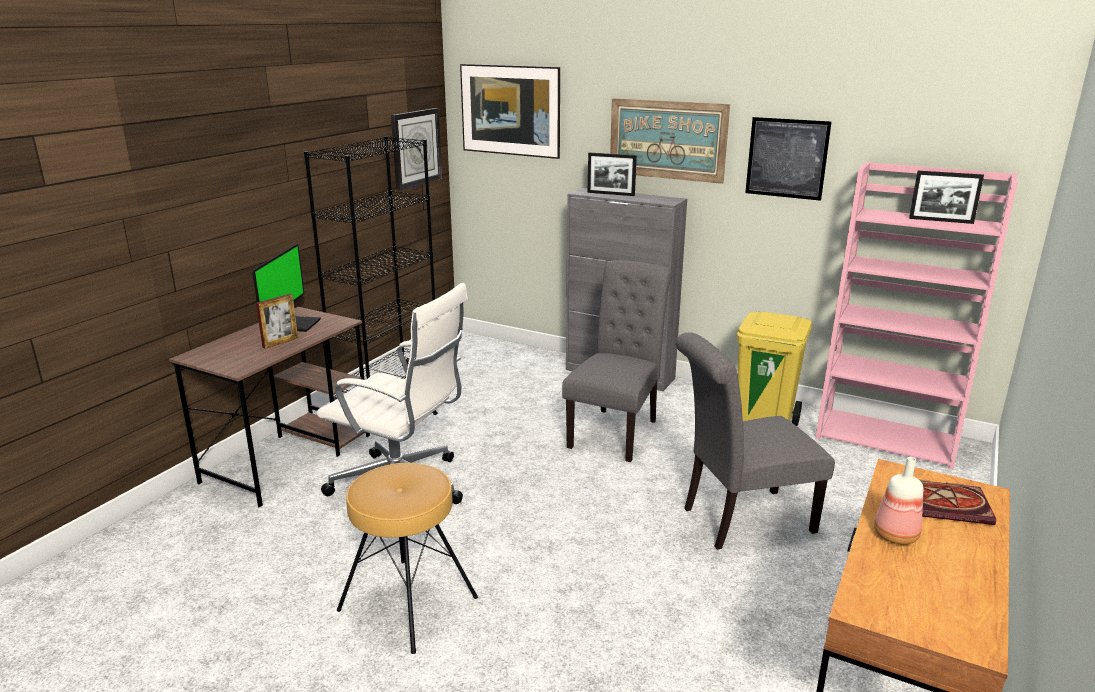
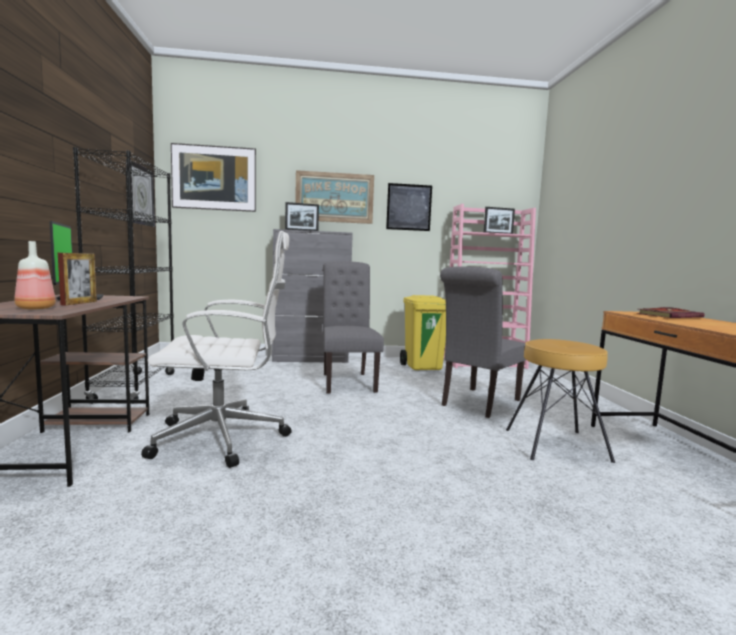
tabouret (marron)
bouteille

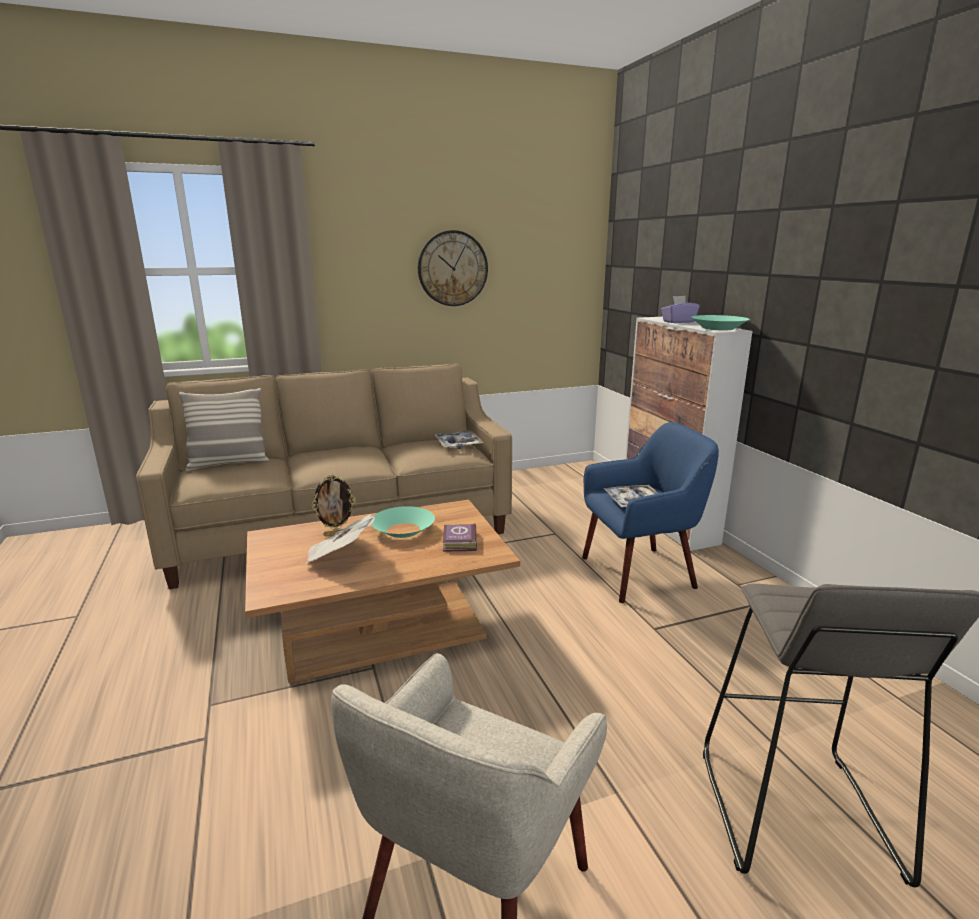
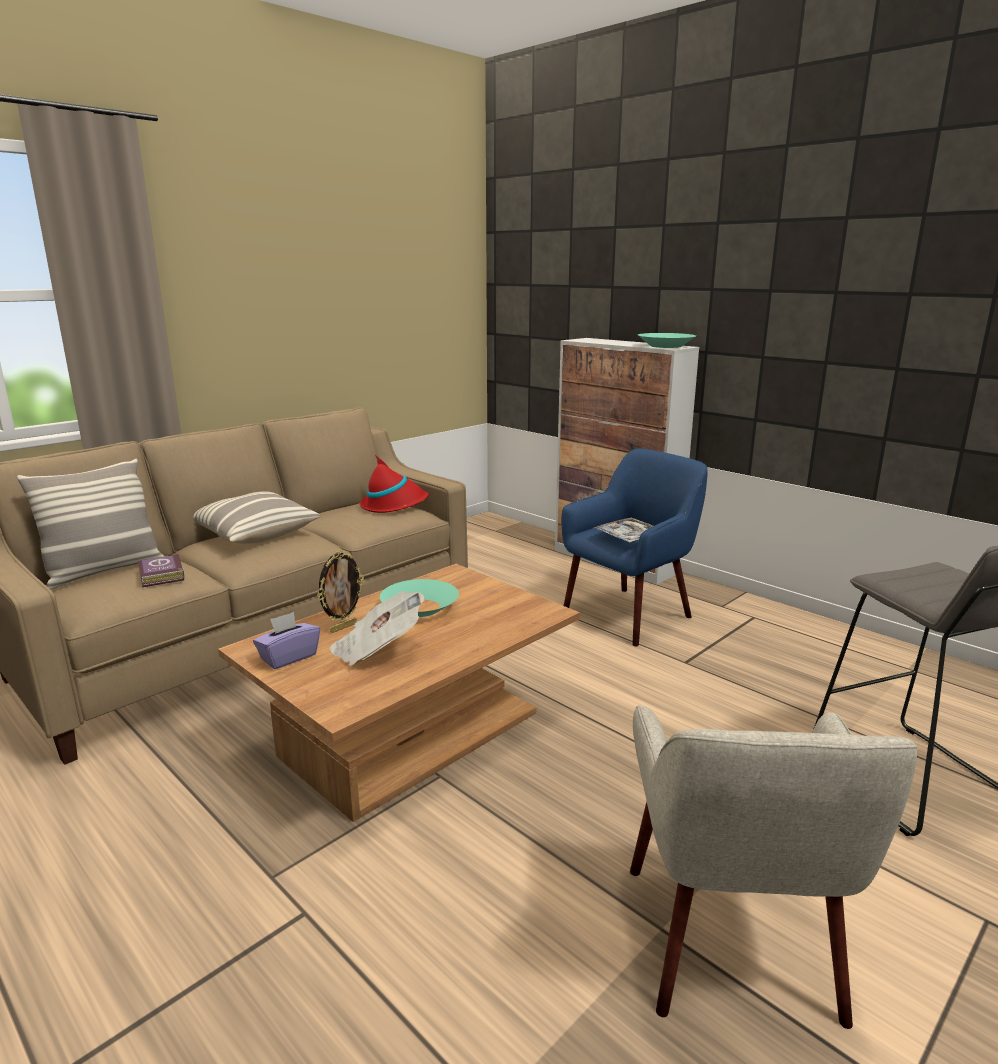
horloge murale
chapeau (rouge)
livre
boîte à mouchoirs (violet)
coussin (2nd from left)

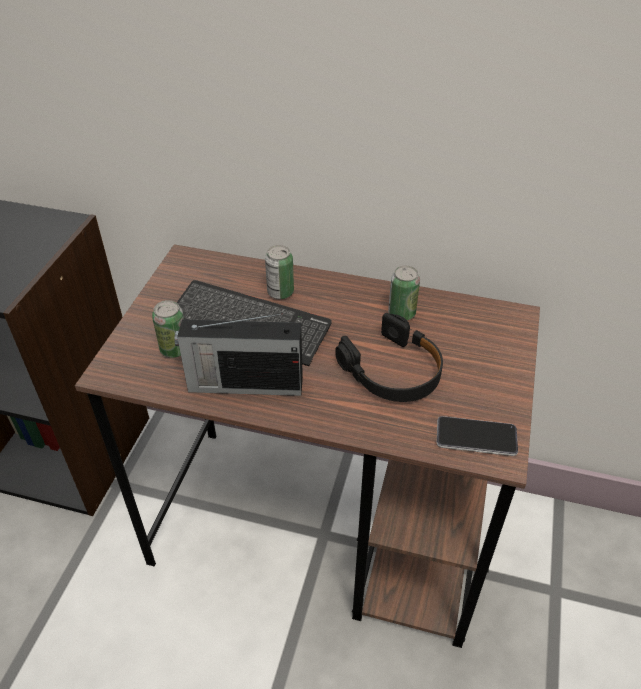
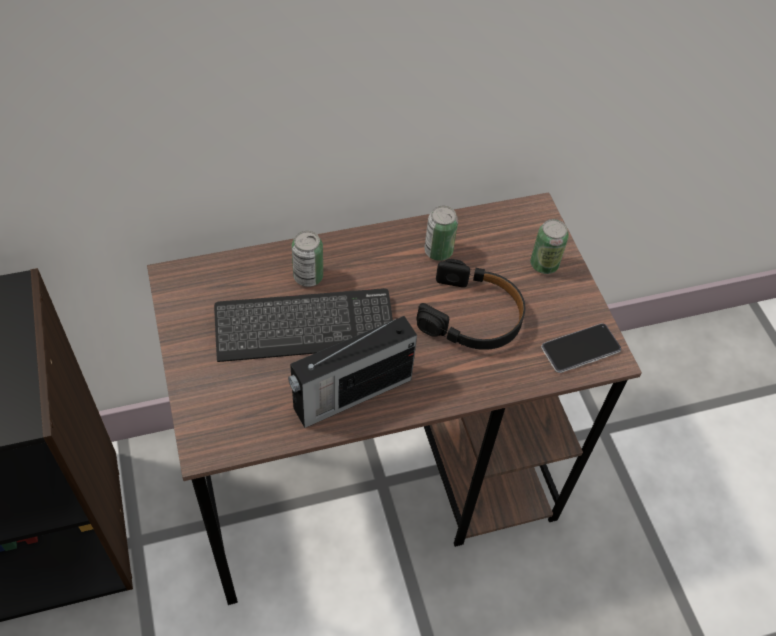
boîte métallique (3rd from left)

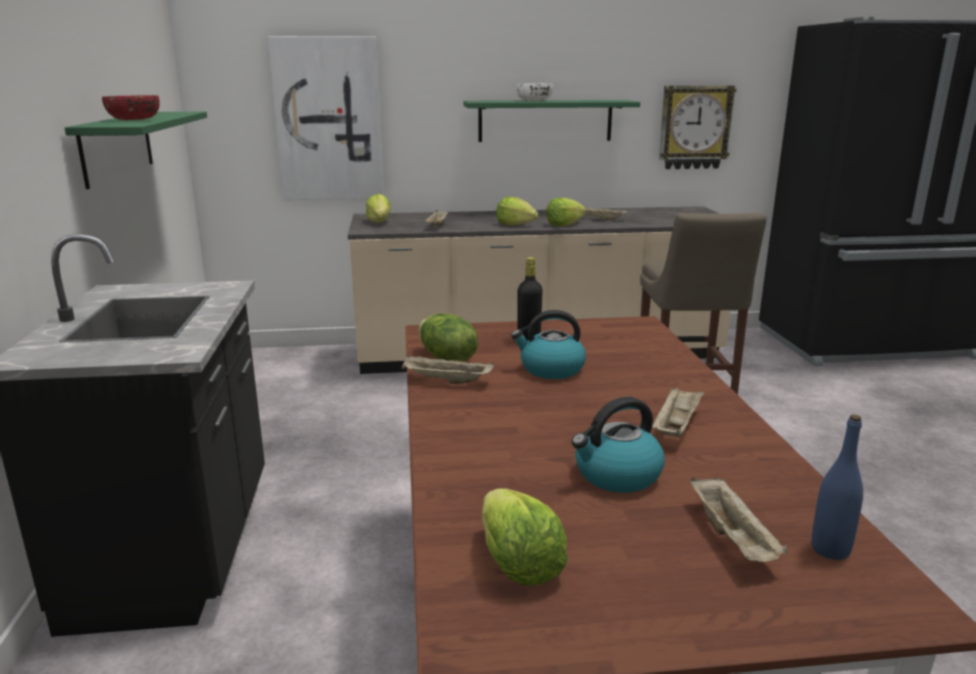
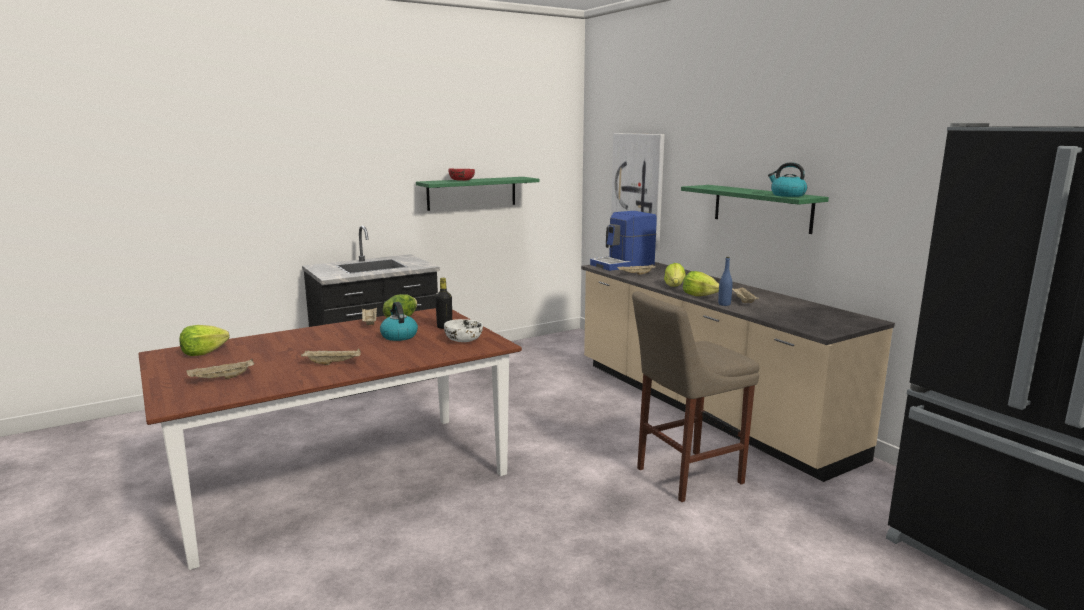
machine à café
bol (blanc)
bouilloire (2nd from left)
horloge murale
bouteille (bleu)

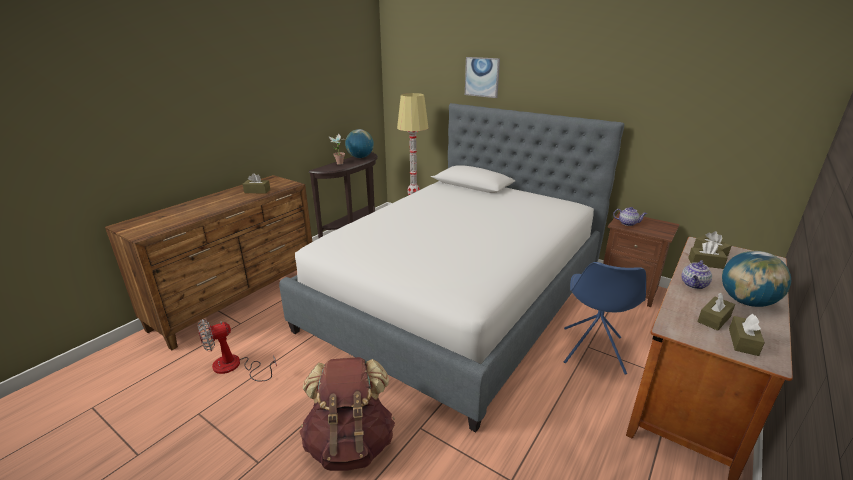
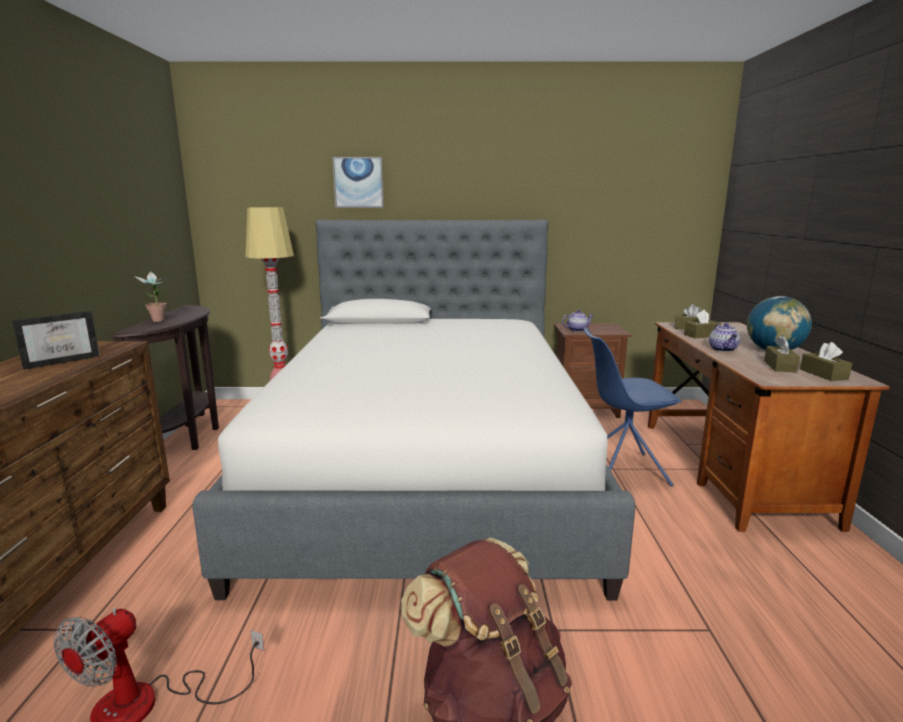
cadre photo
globe (1st from left in the first image)
chaise (bleu)

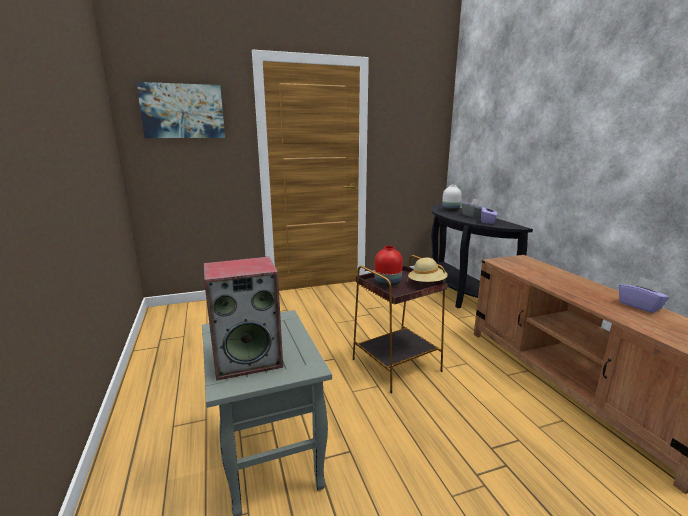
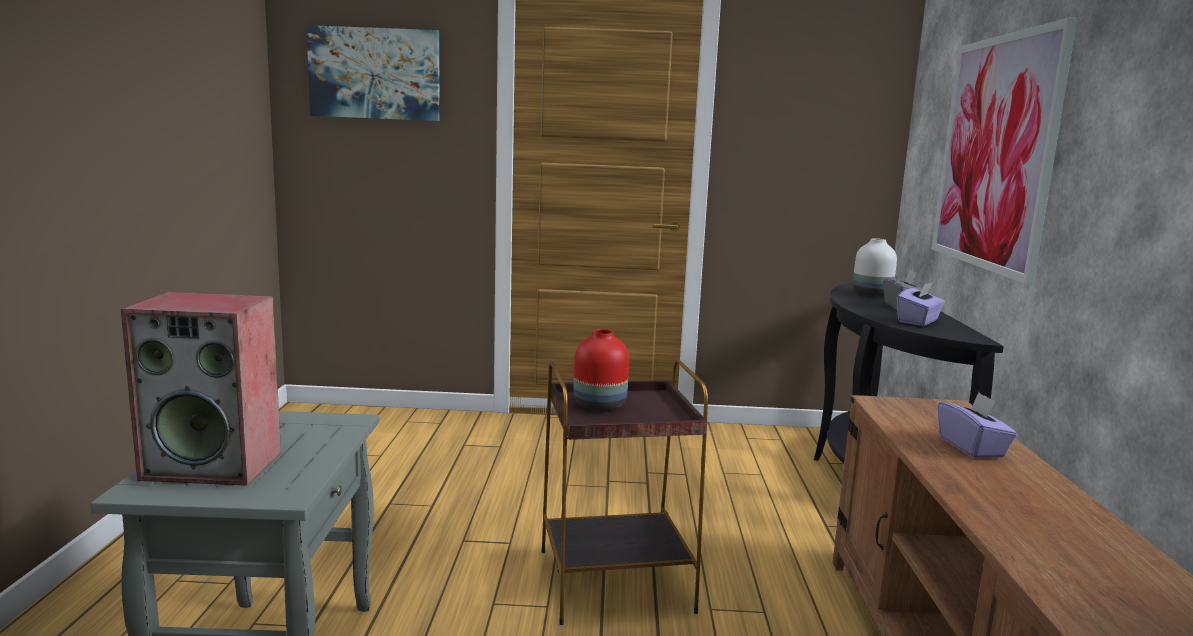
chapeau (beige)
boîte à mouchoirs (violet) (2nd from left)
tableau (2nd from left)

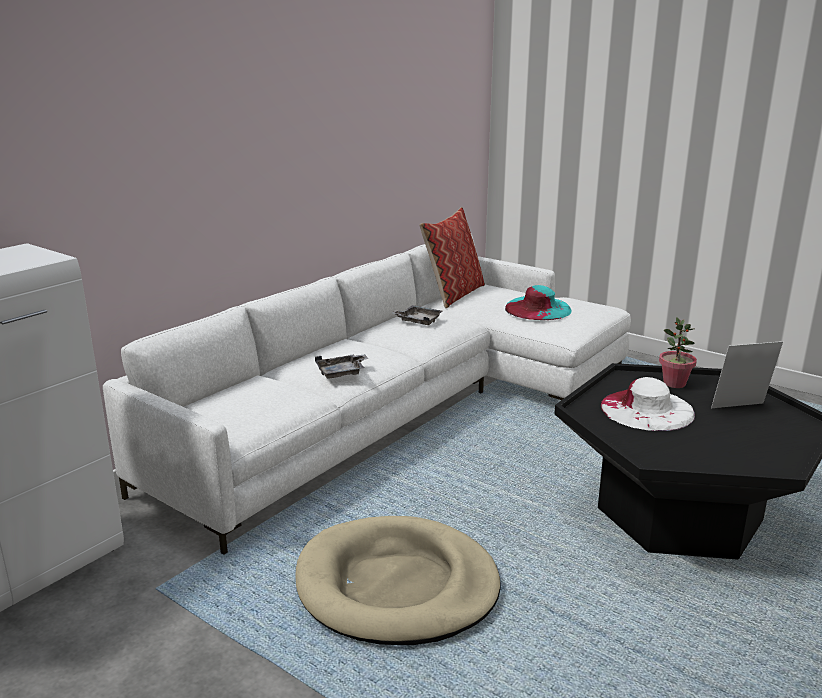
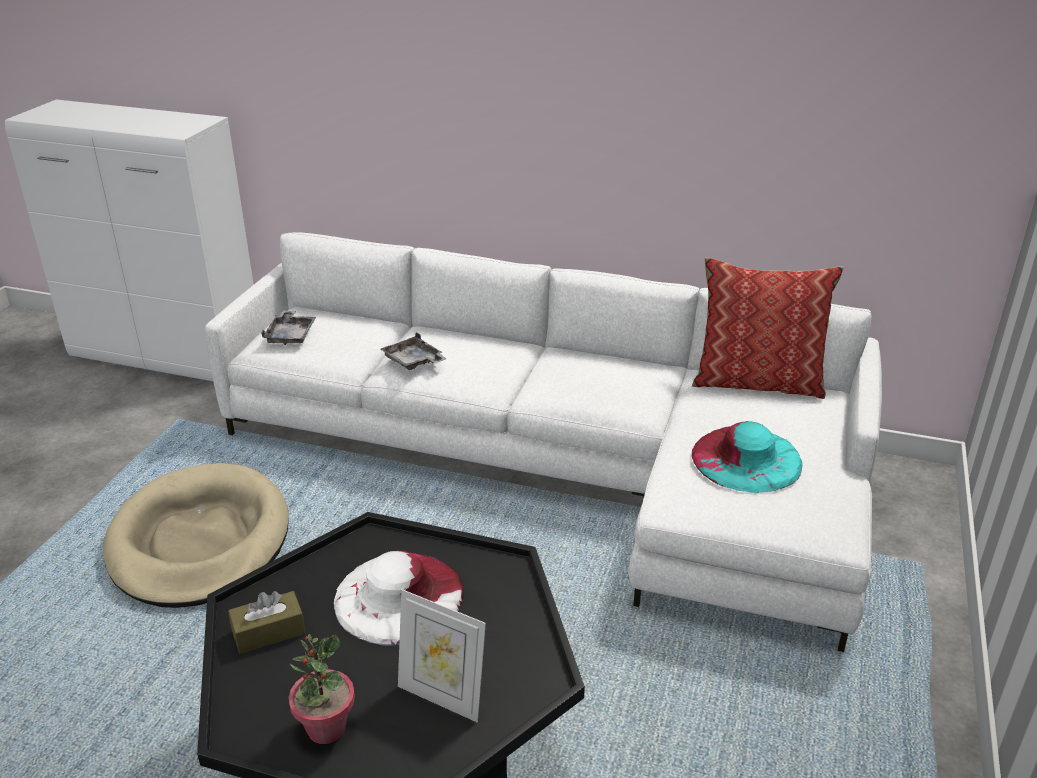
plateau (gris) (1st from left)
plante en pot
cadre photo
boîte à mouchoirs (marron)

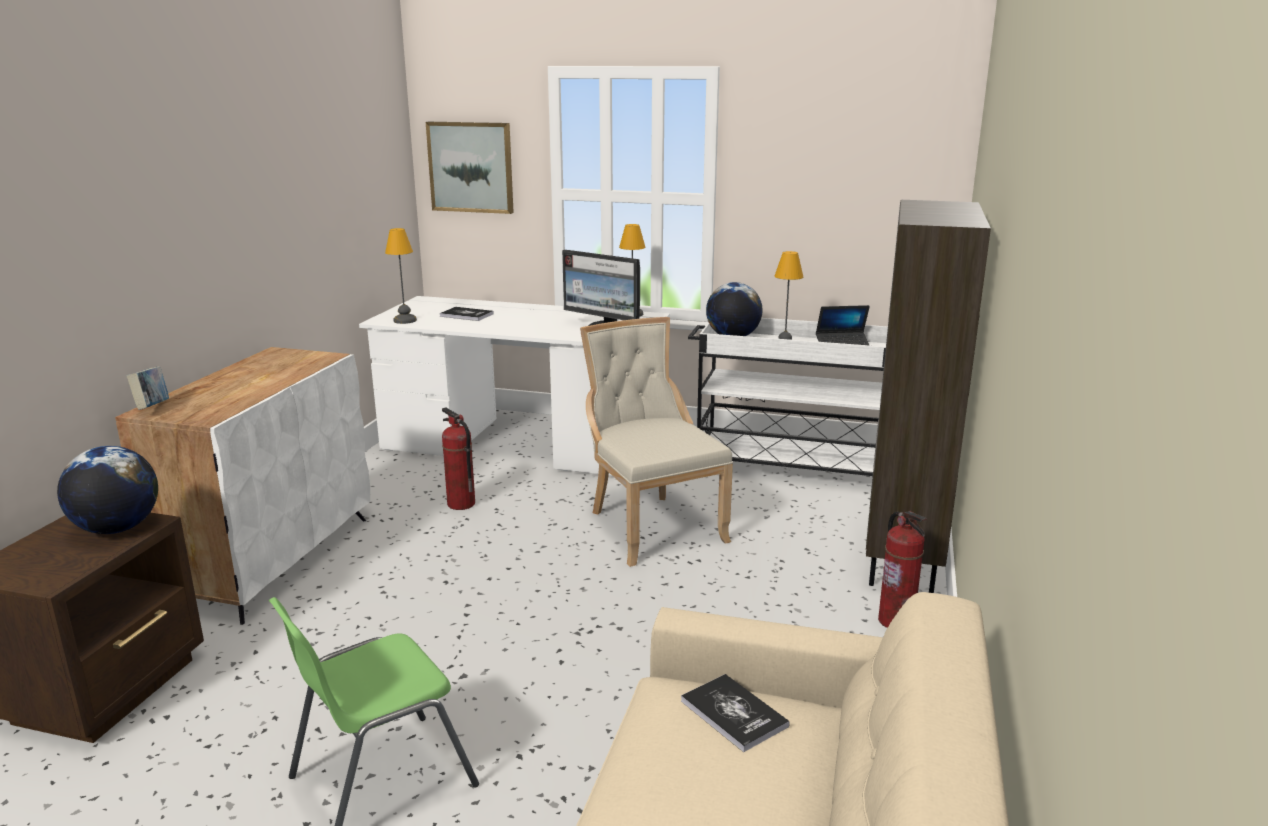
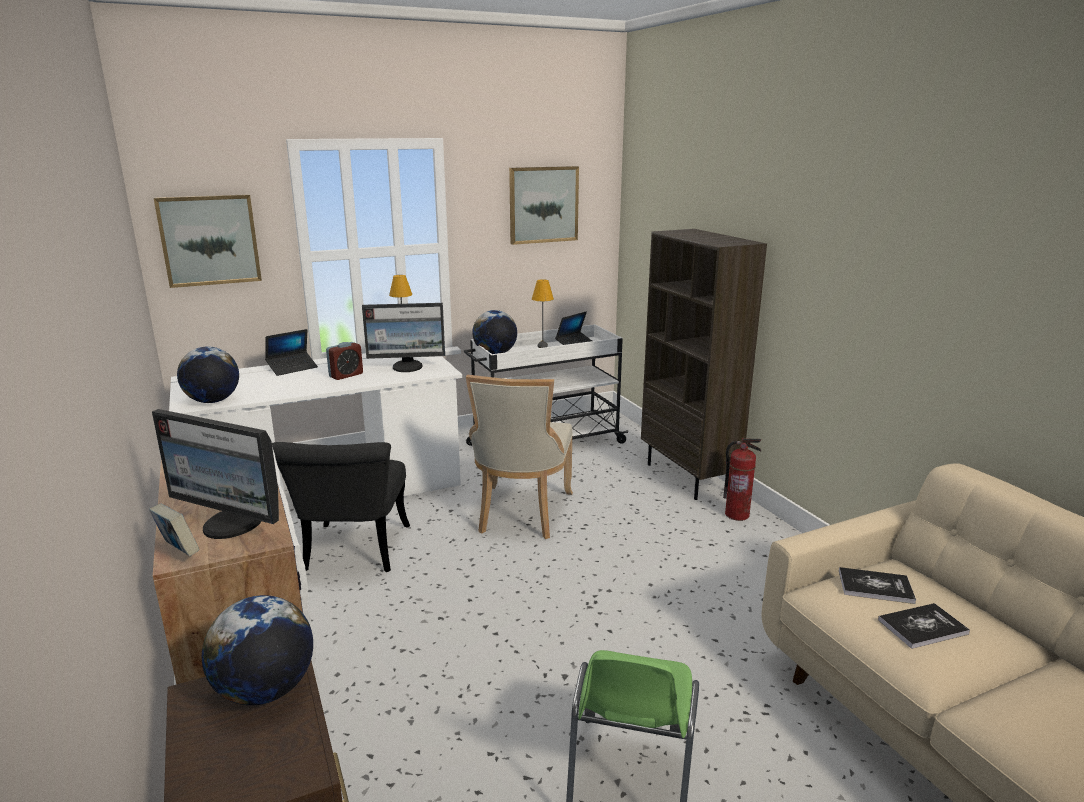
globe (1st from left)
livre (3rd from left)
chaise (noir)
chaise (beige)
écran d'ordinateur (1st from left)
ordinateur portable (1st from left)
réveil
tableau (2nd from left)

